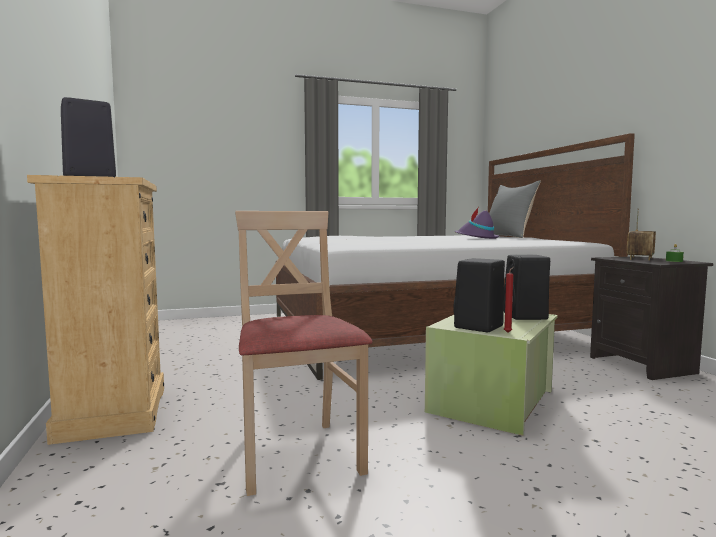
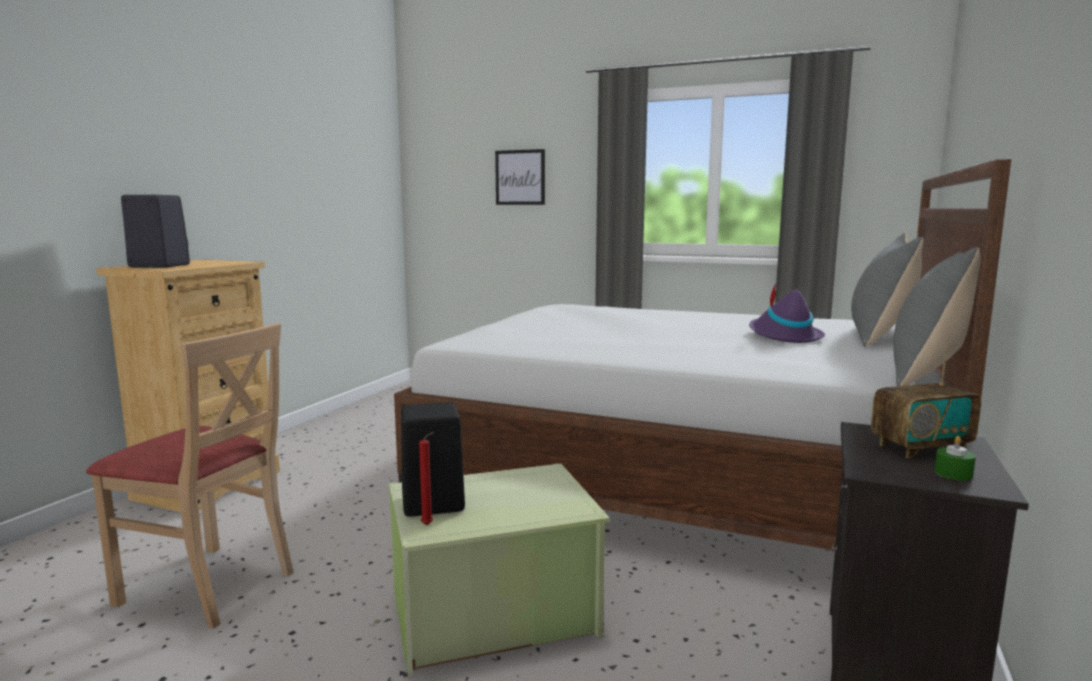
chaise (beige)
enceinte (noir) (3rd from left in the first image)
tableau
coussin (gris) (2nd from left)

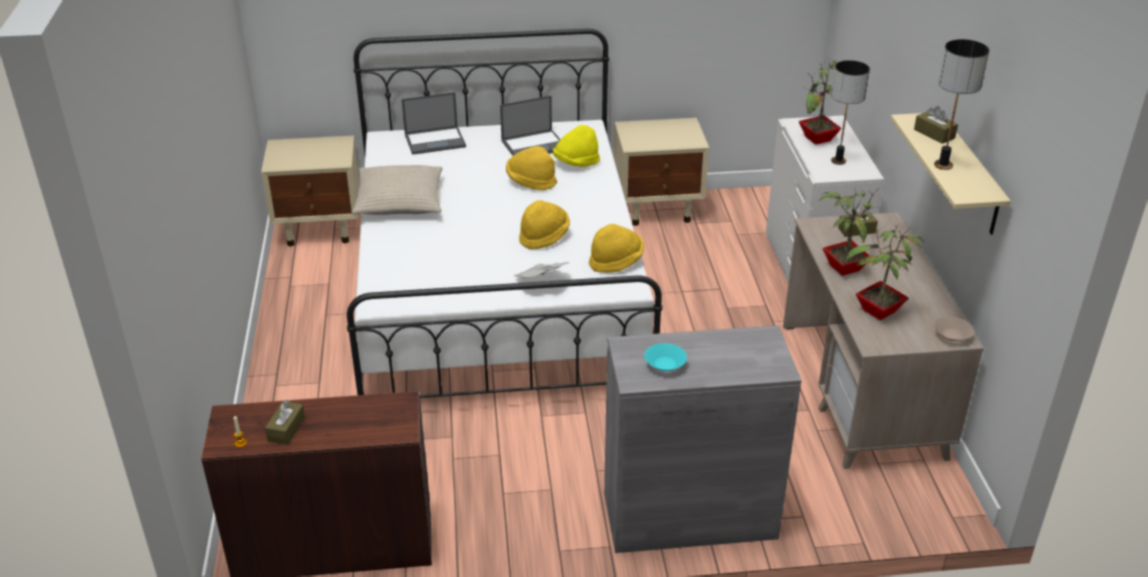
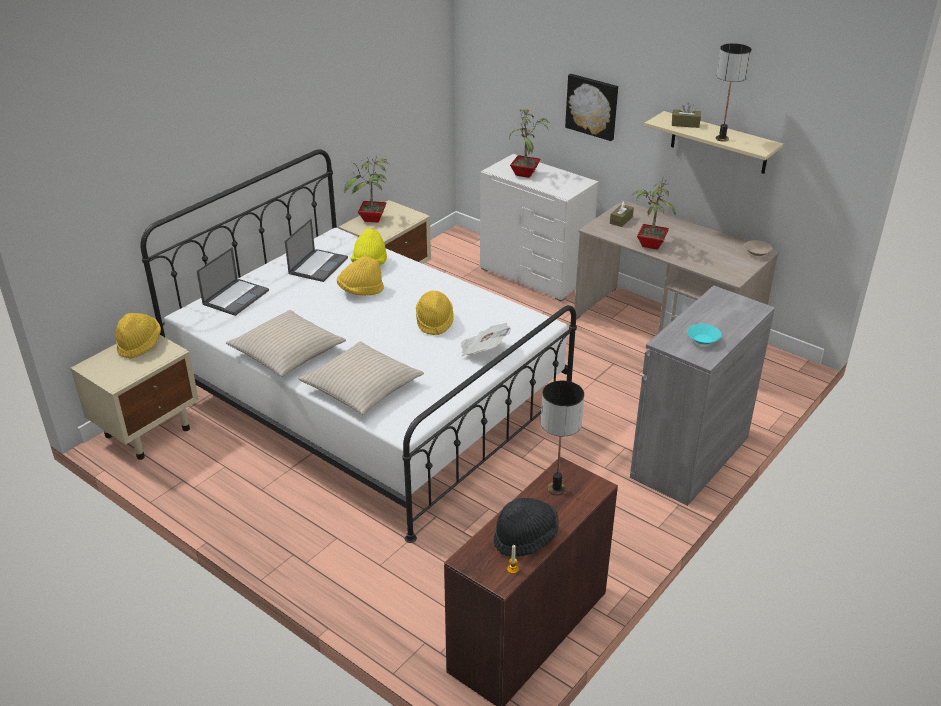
chapeau (noir)
chapeau (jaune) (1st from left)
lampe de table (1st from left)
plante en pot (1st from left)
coussin (beige) (2nd from left)
tableau

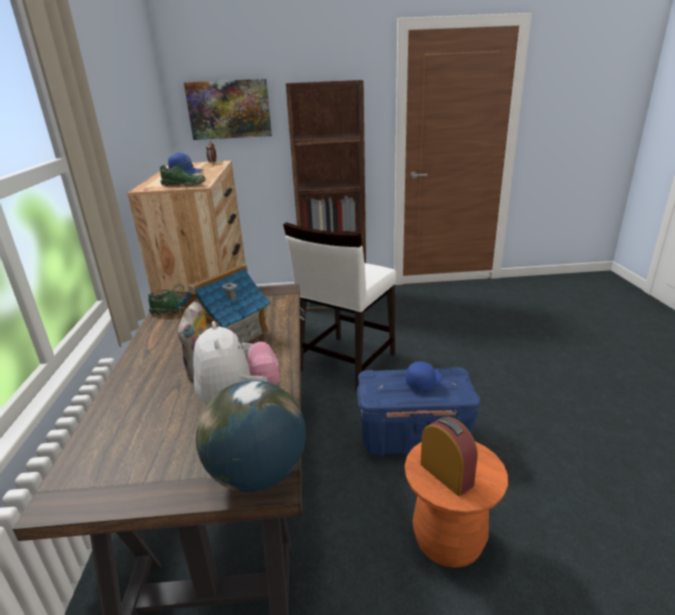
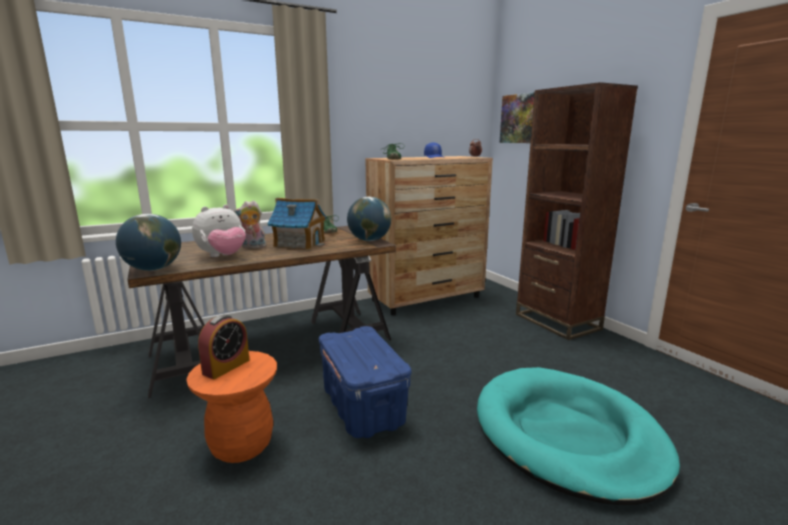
chaise (blanc)
casquette (bleu) (2nd from left in the first image)
globe (2nd from left)
panier pour chien (turquoise)

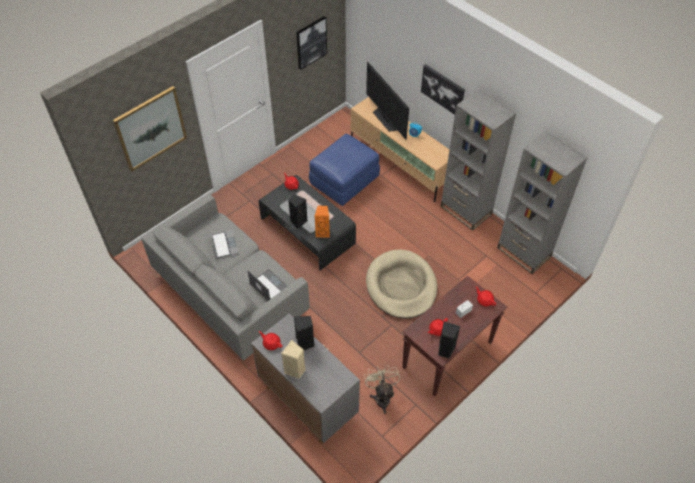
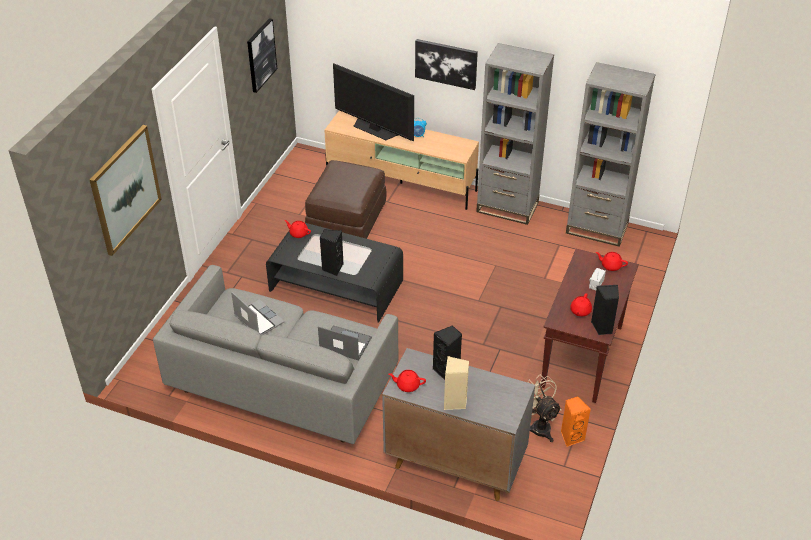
pouf (marron)
enceinte (orange)
panier pour chien (beige)

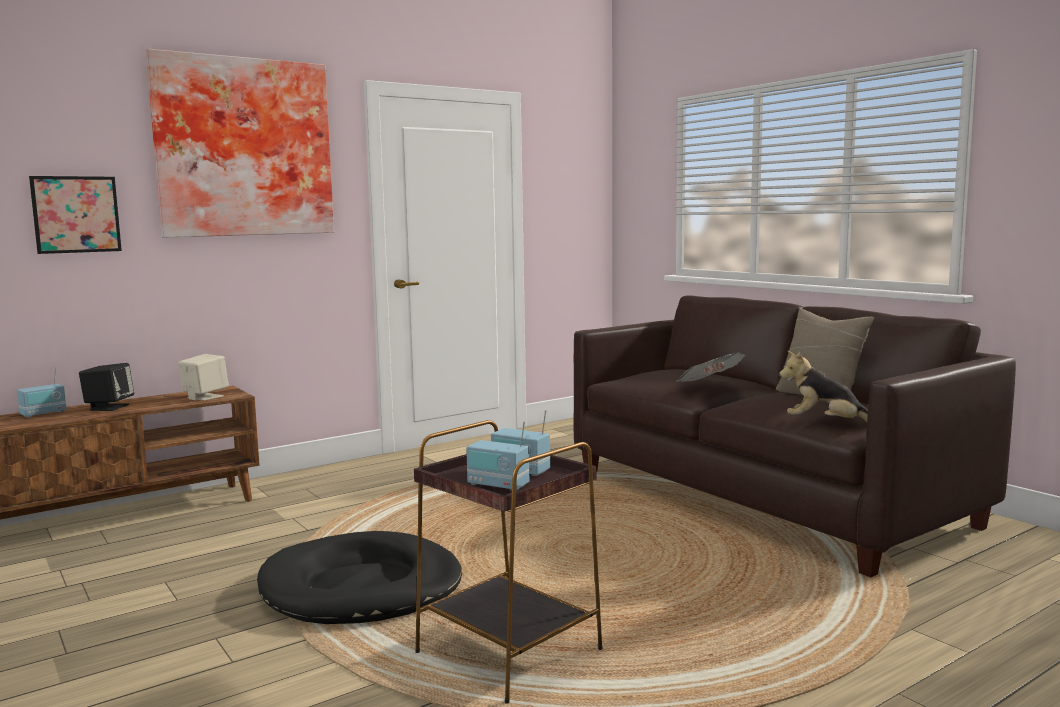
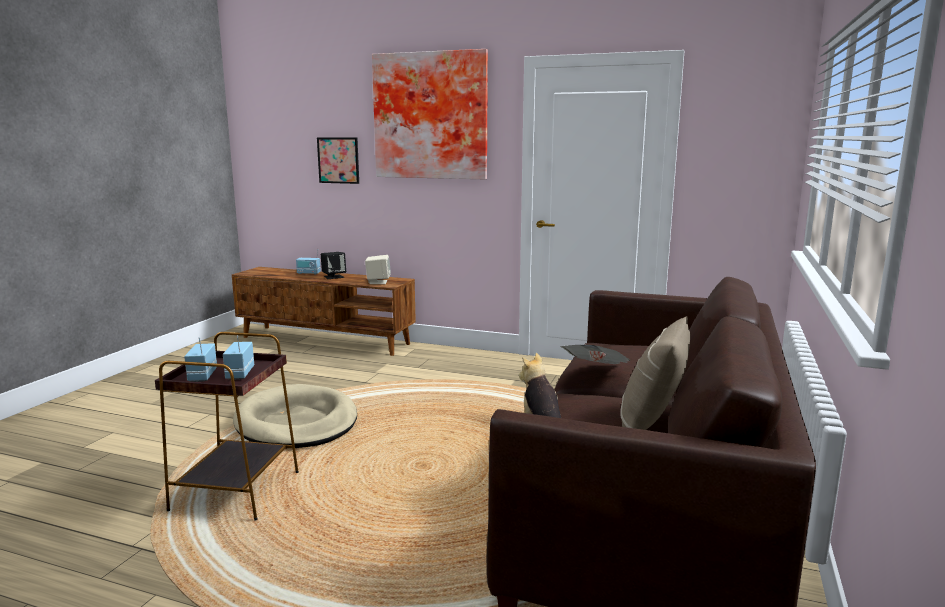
panier pour chien (beige)

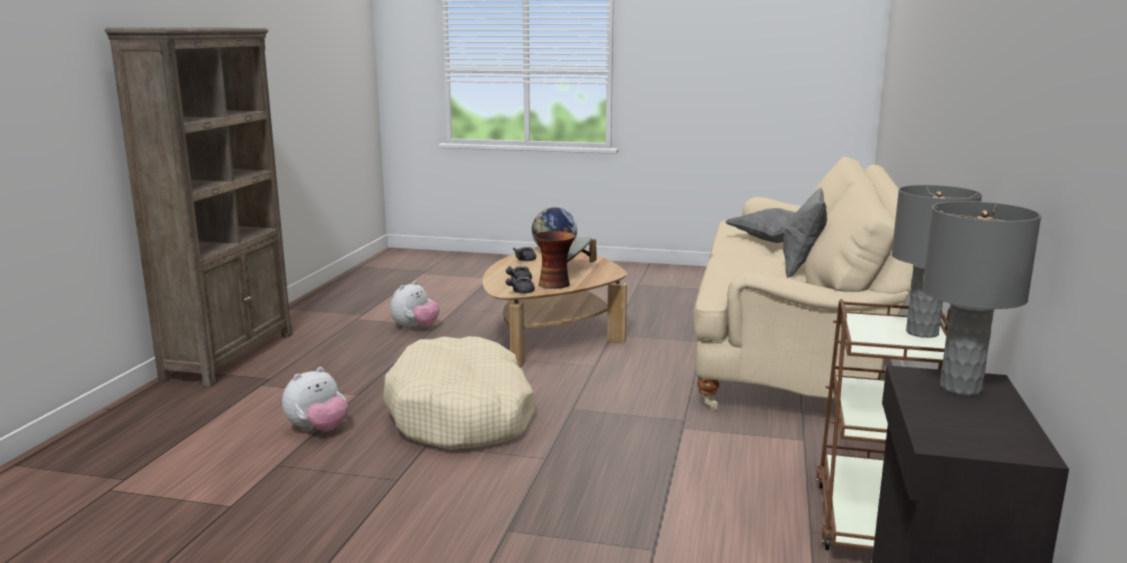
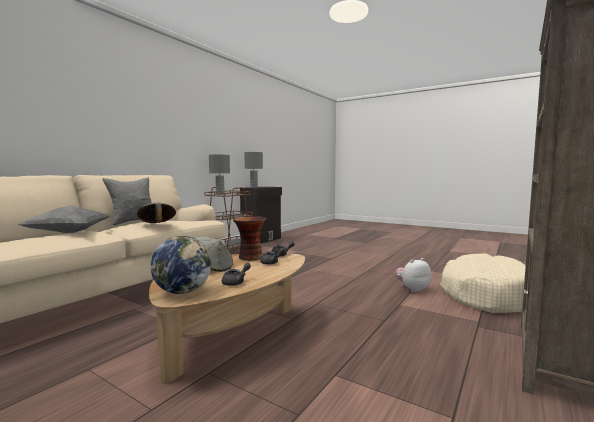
panier pour chien (beige)
peluche (2nd from left in the first image)
chapeau (gris) (1st from left)

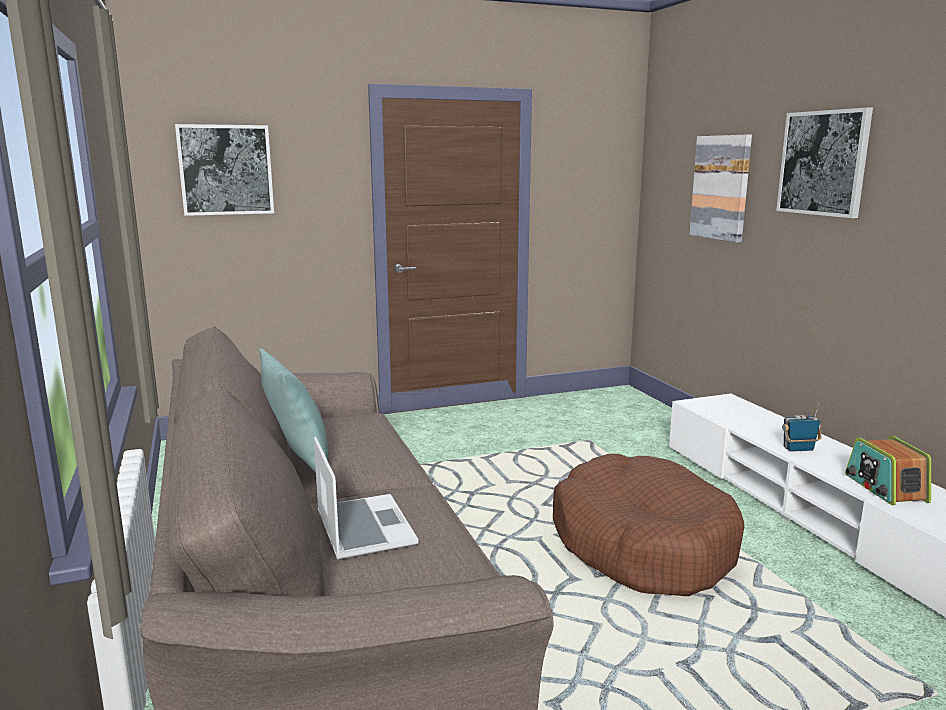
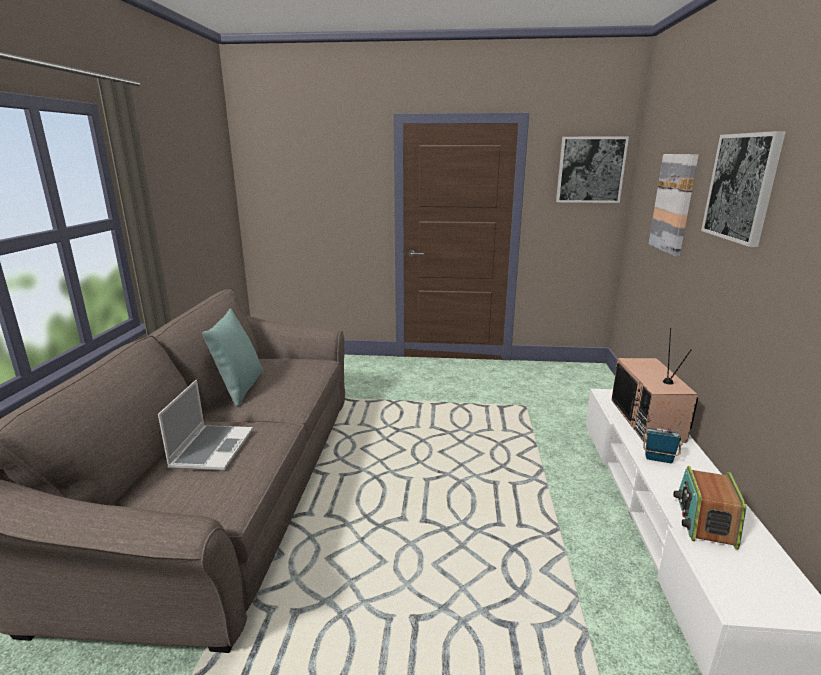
tableau (1st from left)
panier pour chien (marron)
téléviseur

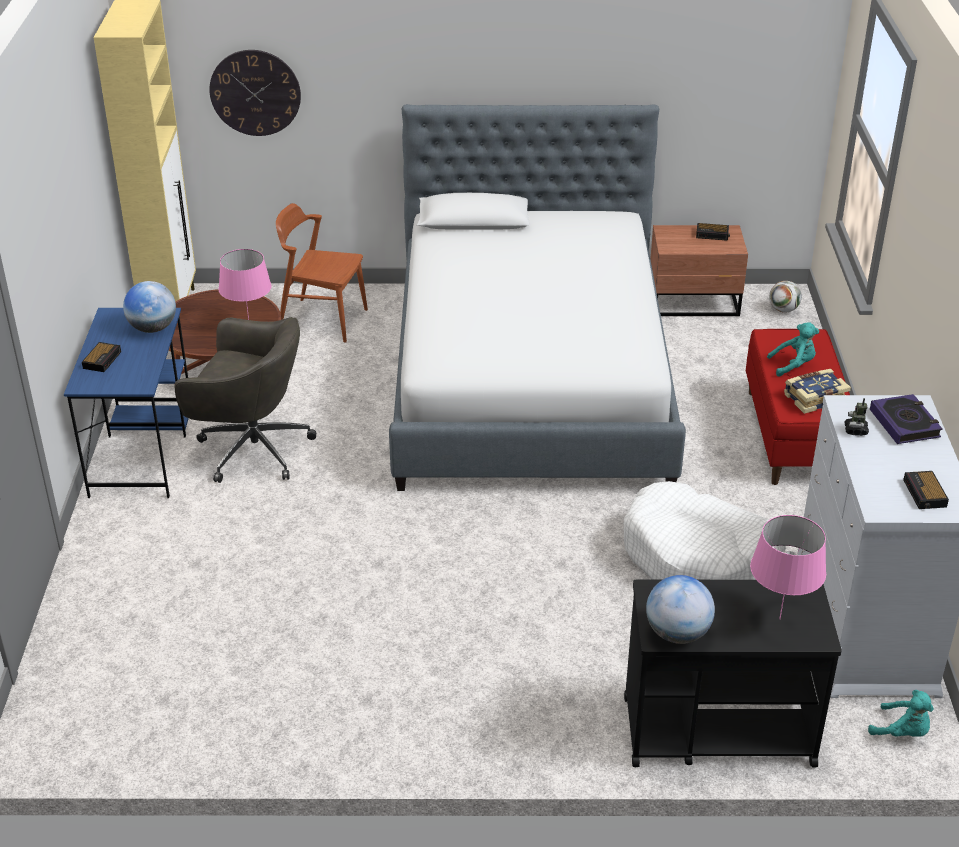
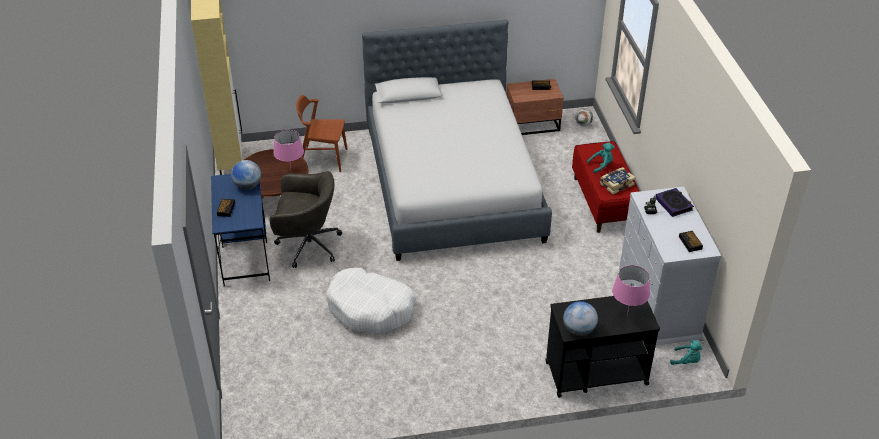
horloge murale
panier pour chien (blanc)

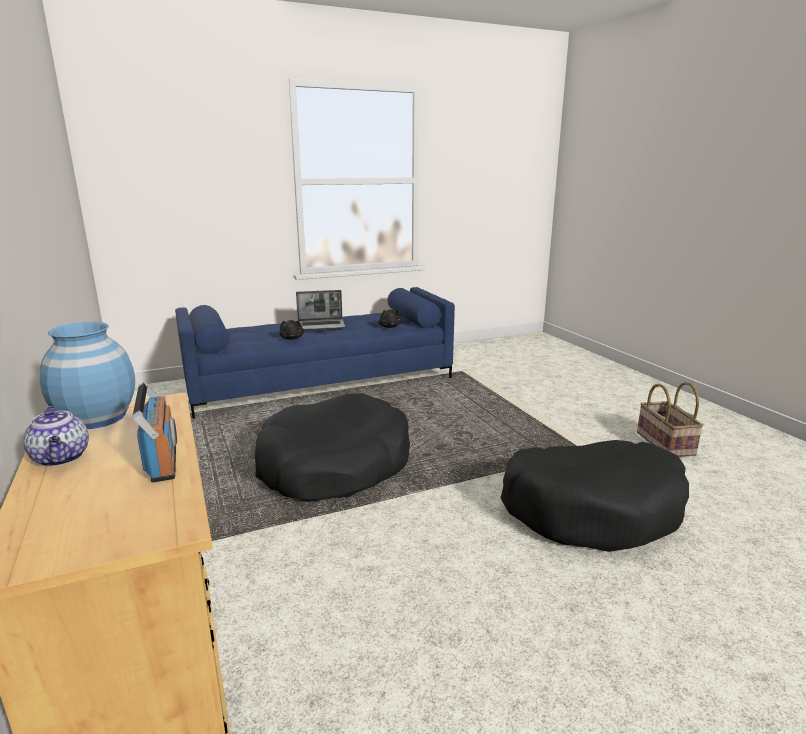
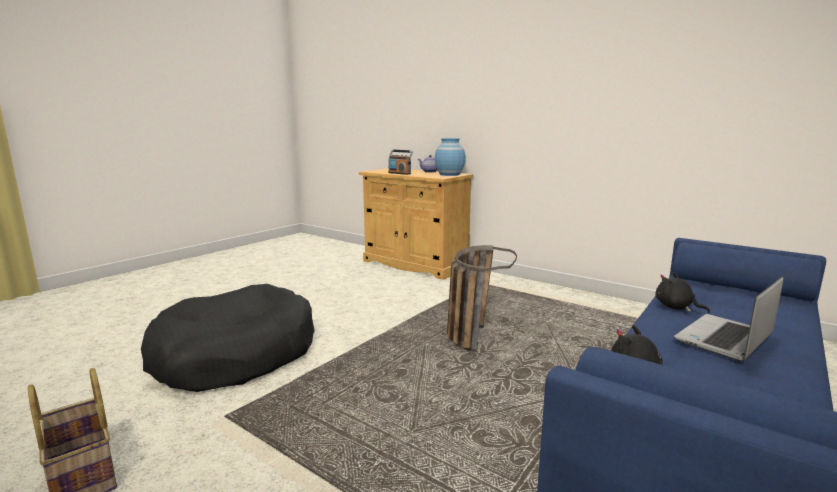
panier (2nd from left)

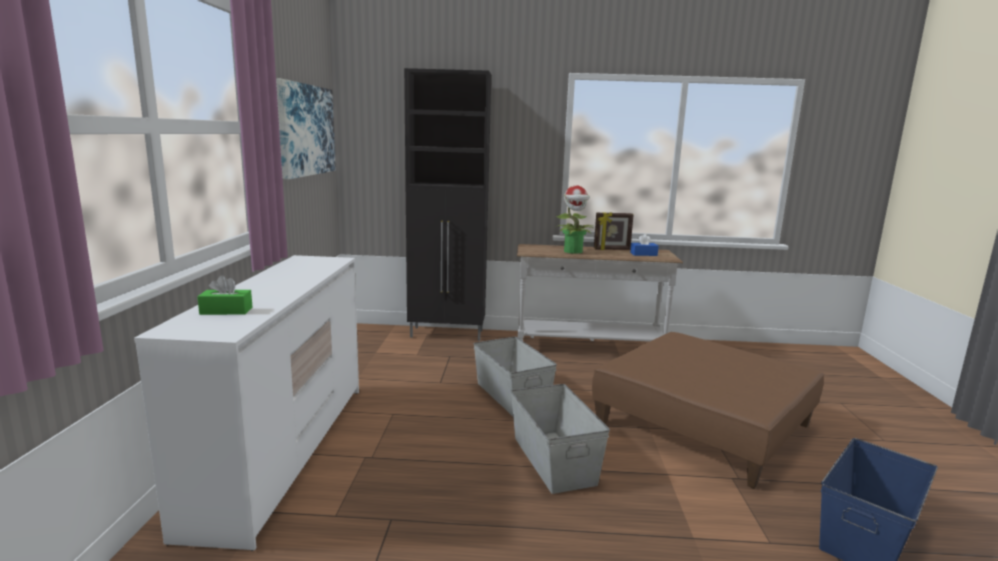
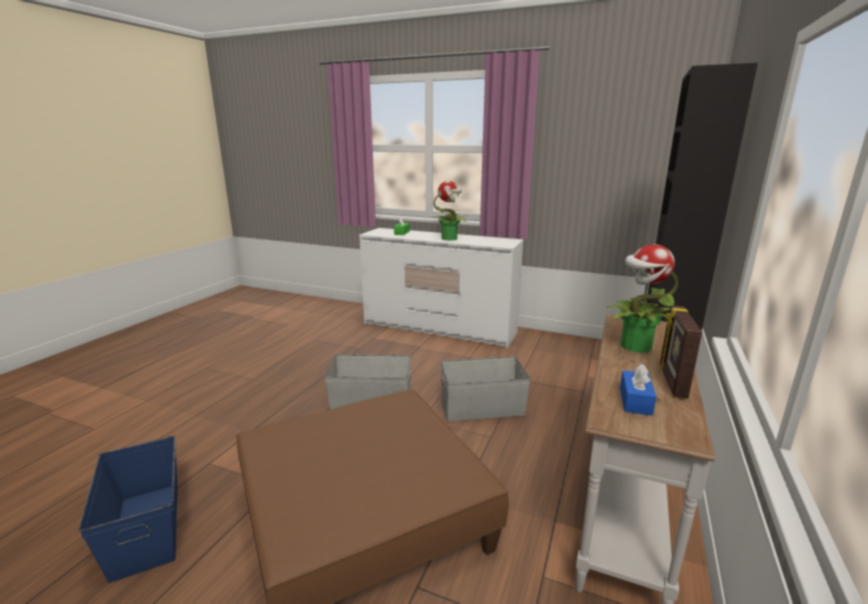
tableau
plante en pot (1st from left)

